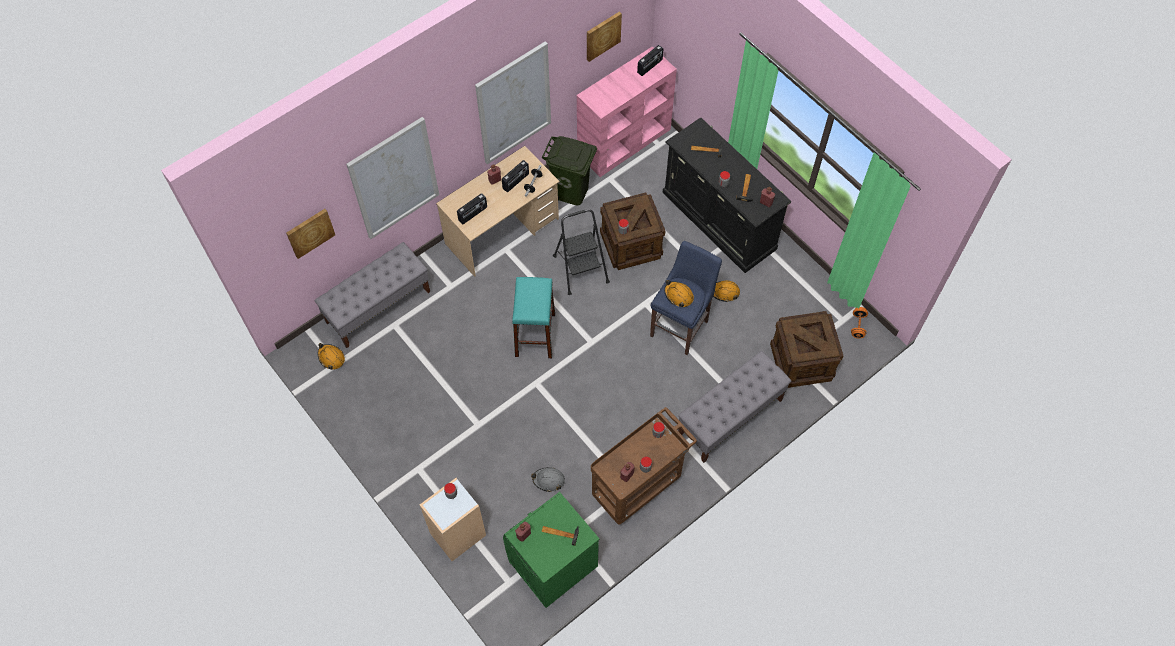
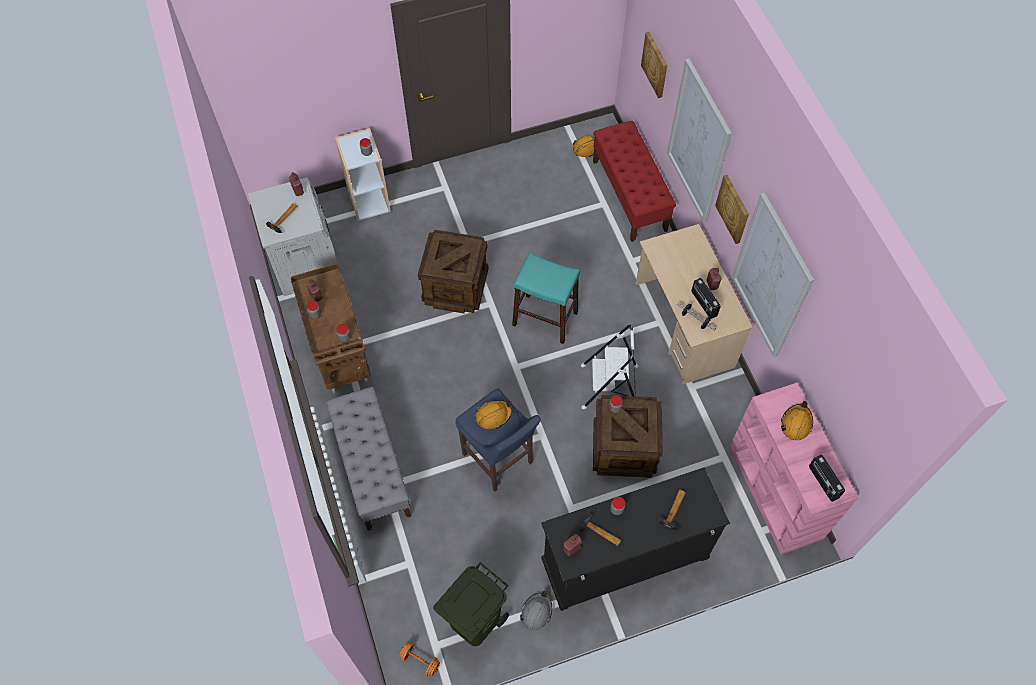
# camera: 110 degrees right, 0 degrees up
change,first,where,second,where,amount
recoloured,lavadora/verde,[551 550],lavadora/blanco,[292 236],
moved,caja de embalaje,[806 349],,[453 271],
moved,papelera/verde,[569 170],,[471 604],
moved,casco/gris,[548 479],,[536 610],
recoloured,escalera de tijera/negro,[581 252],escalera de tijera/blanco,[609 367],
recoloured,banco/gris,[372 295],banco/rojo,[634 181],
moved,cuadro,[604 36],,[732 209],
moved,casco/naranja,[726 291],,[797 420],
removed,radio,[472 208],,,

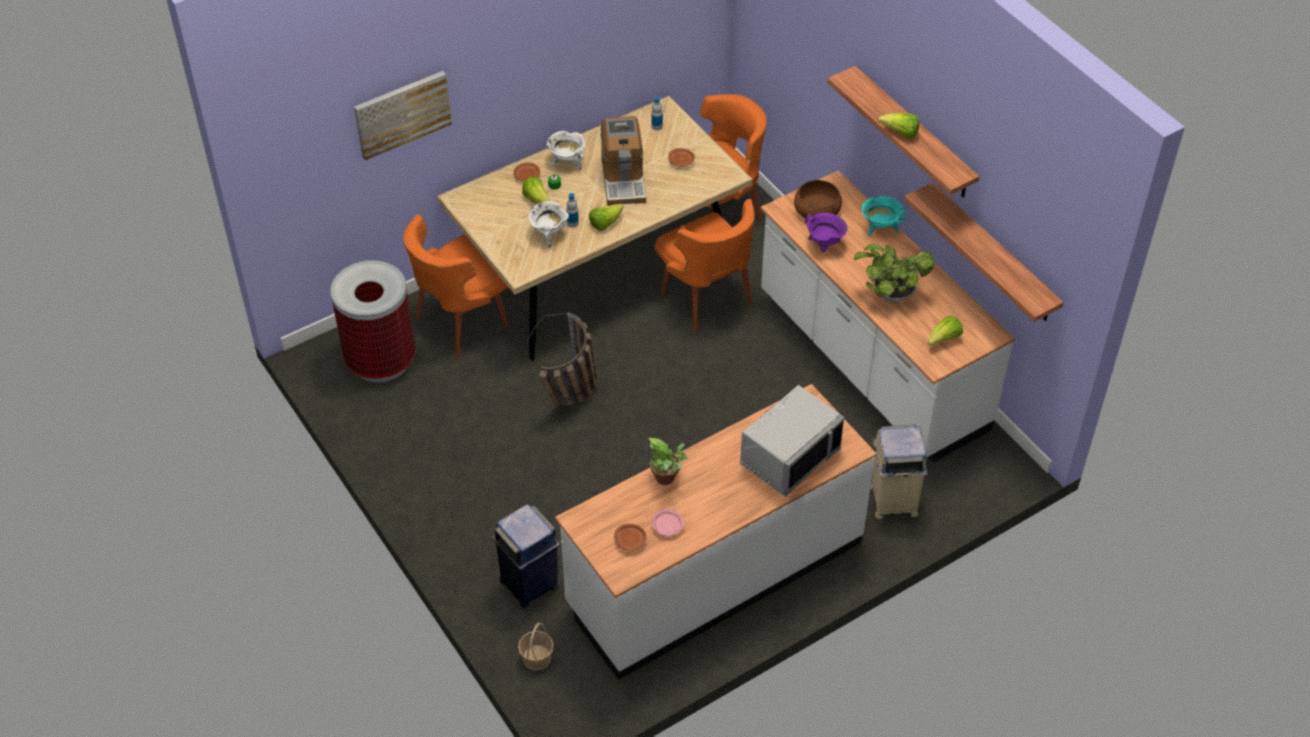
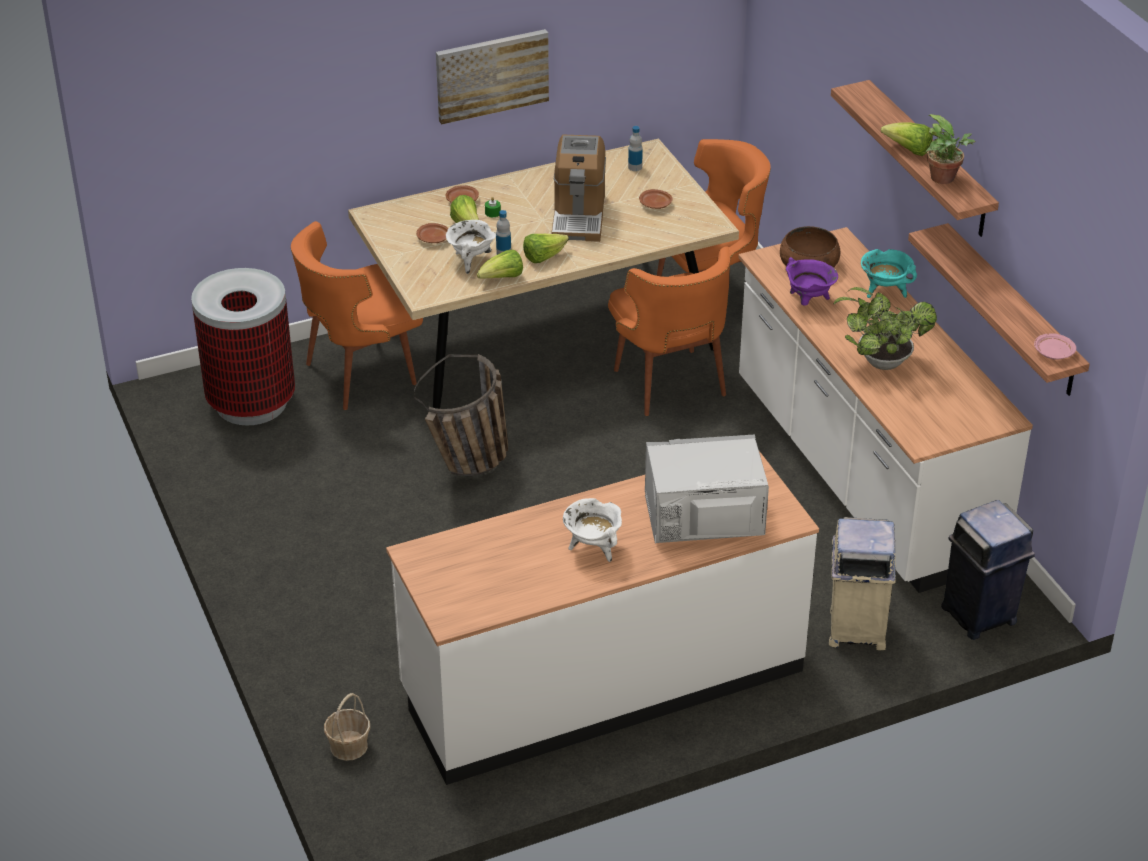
# camera: 10 degrees right, 10 degrees down
change,first,where,second,where,amount
moved,plato/marrón,[630 537],,[432 233],
moved,cuadro,[403 116],,[492 77],
moved,lechuga,[945 331],,[500 264],
moved,olla/blanco,[566 150],,[592 530],
turned,microondas/gris,[792 441],,[707 489],150 degrees counterclockwise
moved,planta en maceta,[667 461],,[950 149],
moved,papelera/azul,[526 556],,[988 570],
moved,plato/rosa,[667 522],,[1055 346],

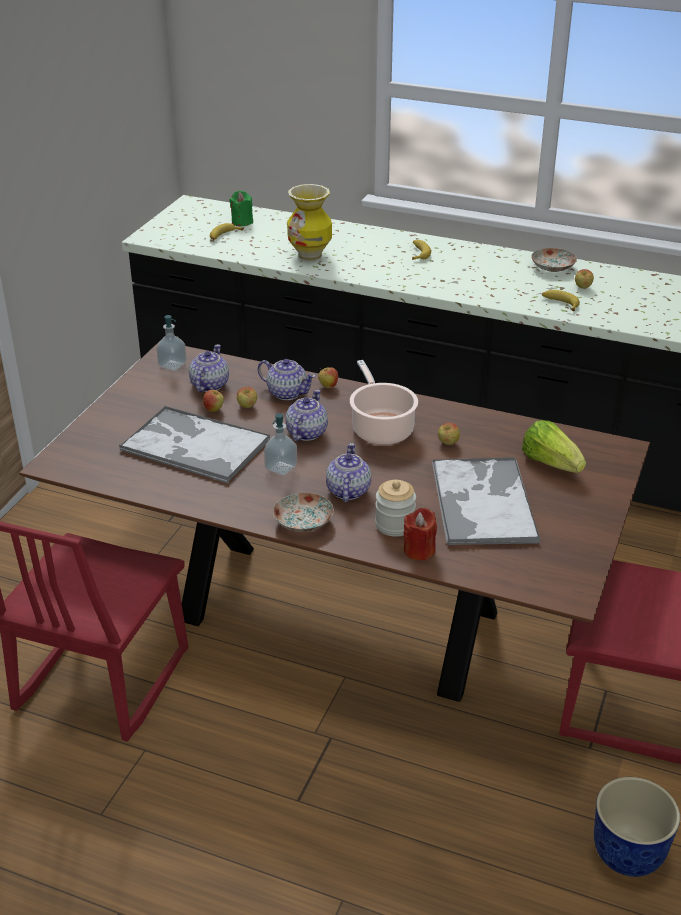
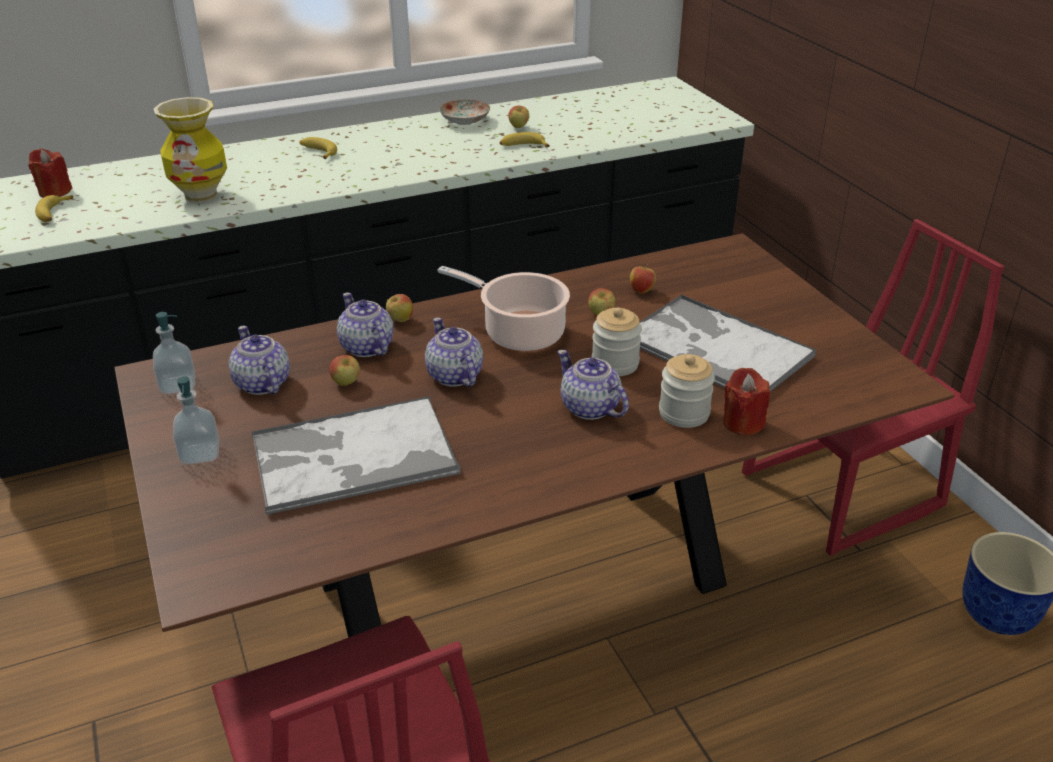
# camera: 45 degrees left, 0 degrees up
change,first,where,second,where,amount
recoloured,vela/verde,[241 208],vela/rojo,[50 173],
moved,dispensador de jabón,[280 444],,[196 420],
turned,tetera,[287 379],,[365 325],105 degrees counterclockwise
added,,,tarro,[617 341],
moved,manzana,[213 401],,[643 279],
removed,plato,[303 512],,,
removed,lechuga,[554 446],,,

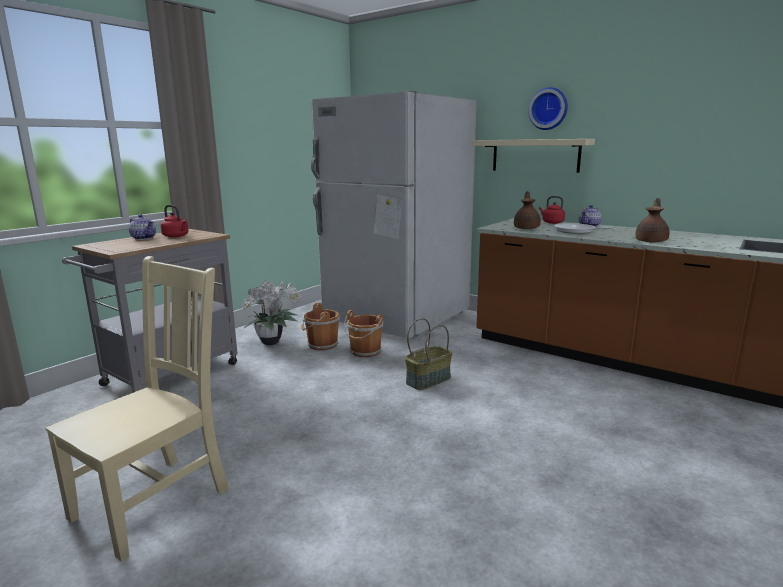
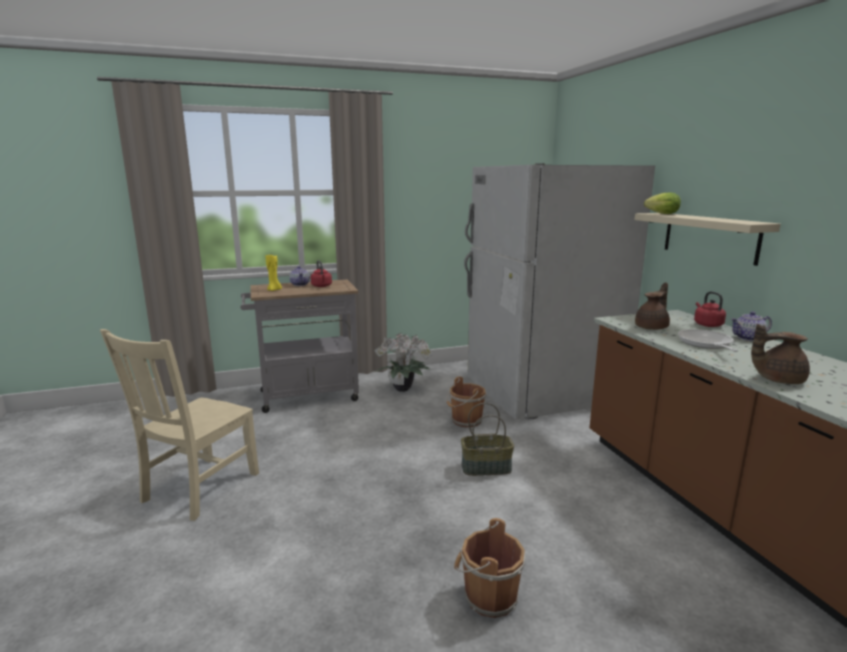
# camera: 35 degrees right, 0 degrees up
change,first,where,second,where,amount
turned,silla/beis,[137 409],,[179 425],135 degrees clockwise
added,,,vela/amarillo,[274 273],
moved,cubo/marrón,[320 326],,[489 568],
added,,,lechuga,[662 203],
turned,tetera/marrón,[652 220],,[780 354],150 degrees counterclockwise
removed,reloj de pared,[548 108],,,

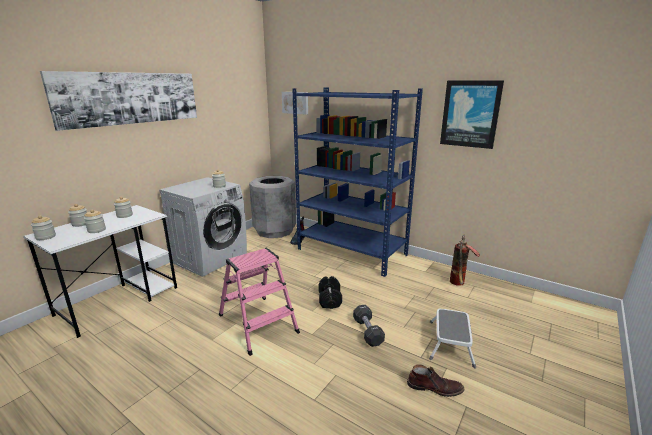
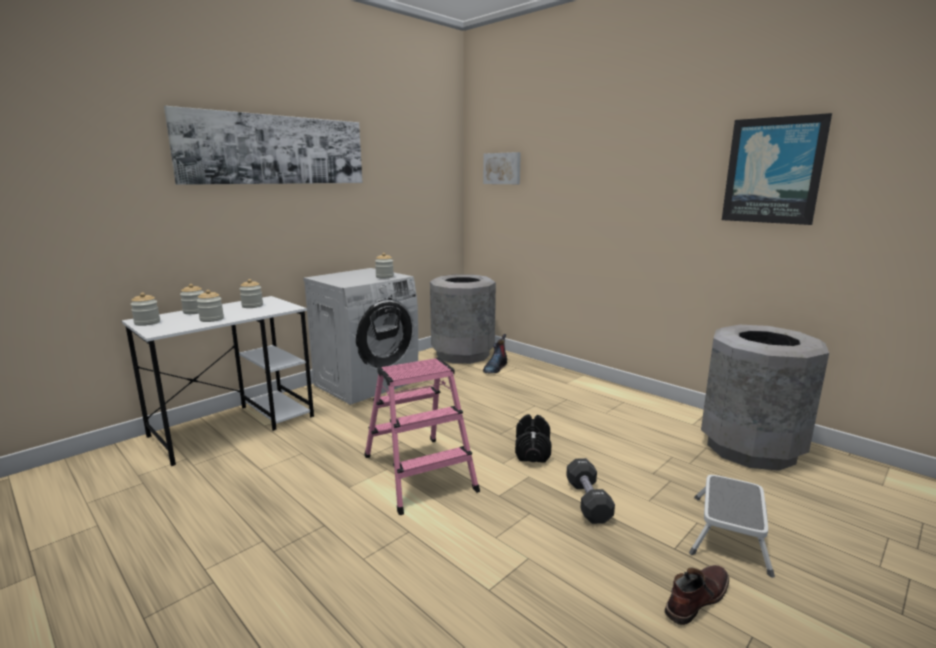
# camera: 10 degrees right, 5 degrees down
change,first,where,second,where,amount
turned,bota/marrón,[436 380],,[697 595],60 degrees counterclockwise
replaced,extintor,[465 260],papelera/gris,[765 398],
removed,estantería/azul,[357 182],,,

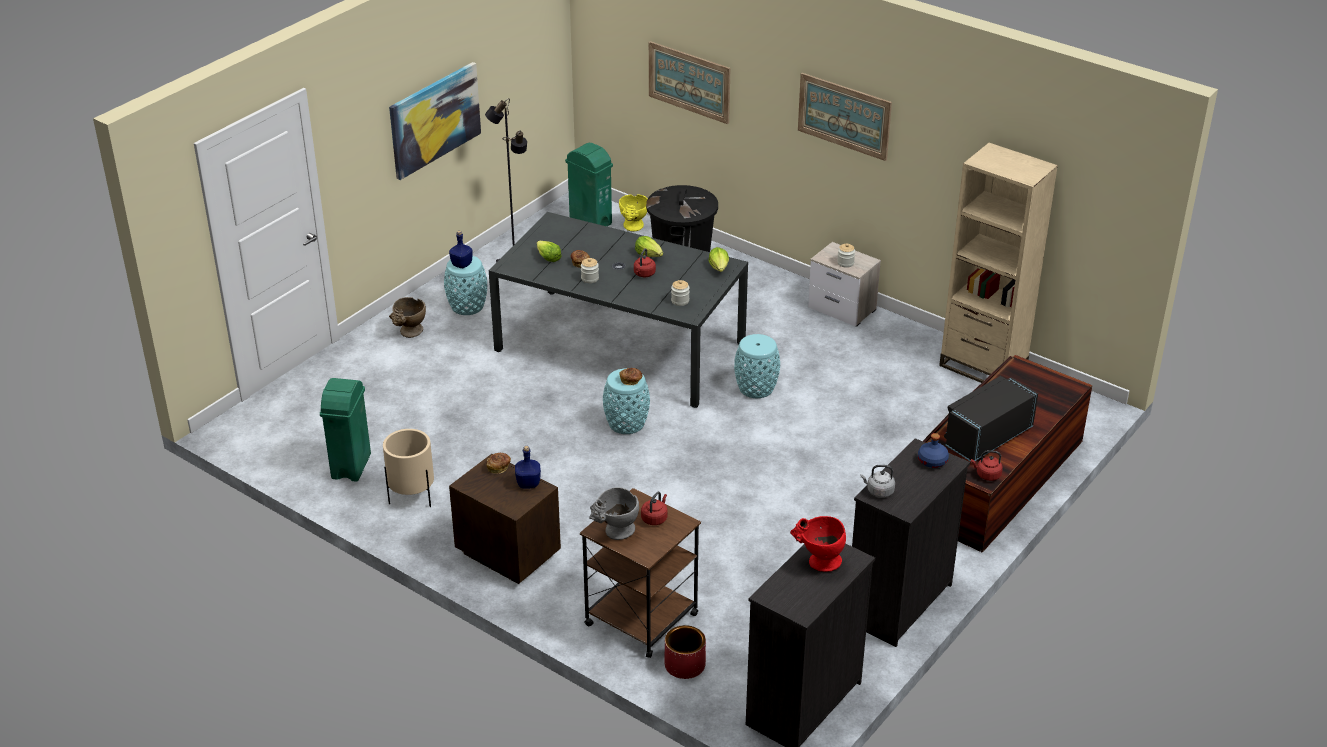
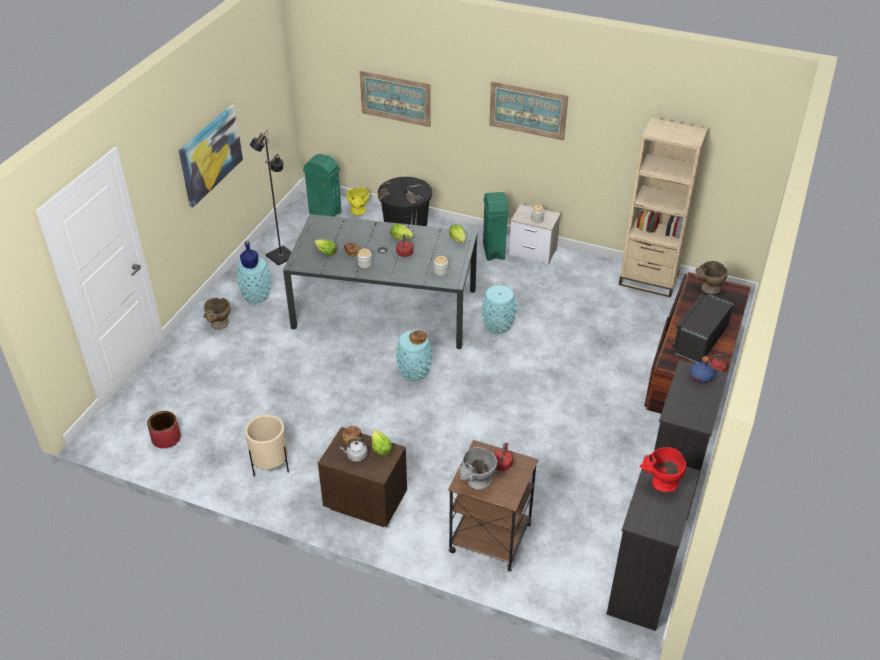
# camera: 15 degrees left, 5 degrees up
change,first,where,second,where,amount
moved,maceta/rojo,[685 652],,[164 429],
moved,hervidor/gris,[878 481],,[354 449],
replaced,botella/azul,[528 467],lechuga,[382 443],
moved,papelera/verde,[345 430],,[496 226],
added,,,florero/beis,[711 277],

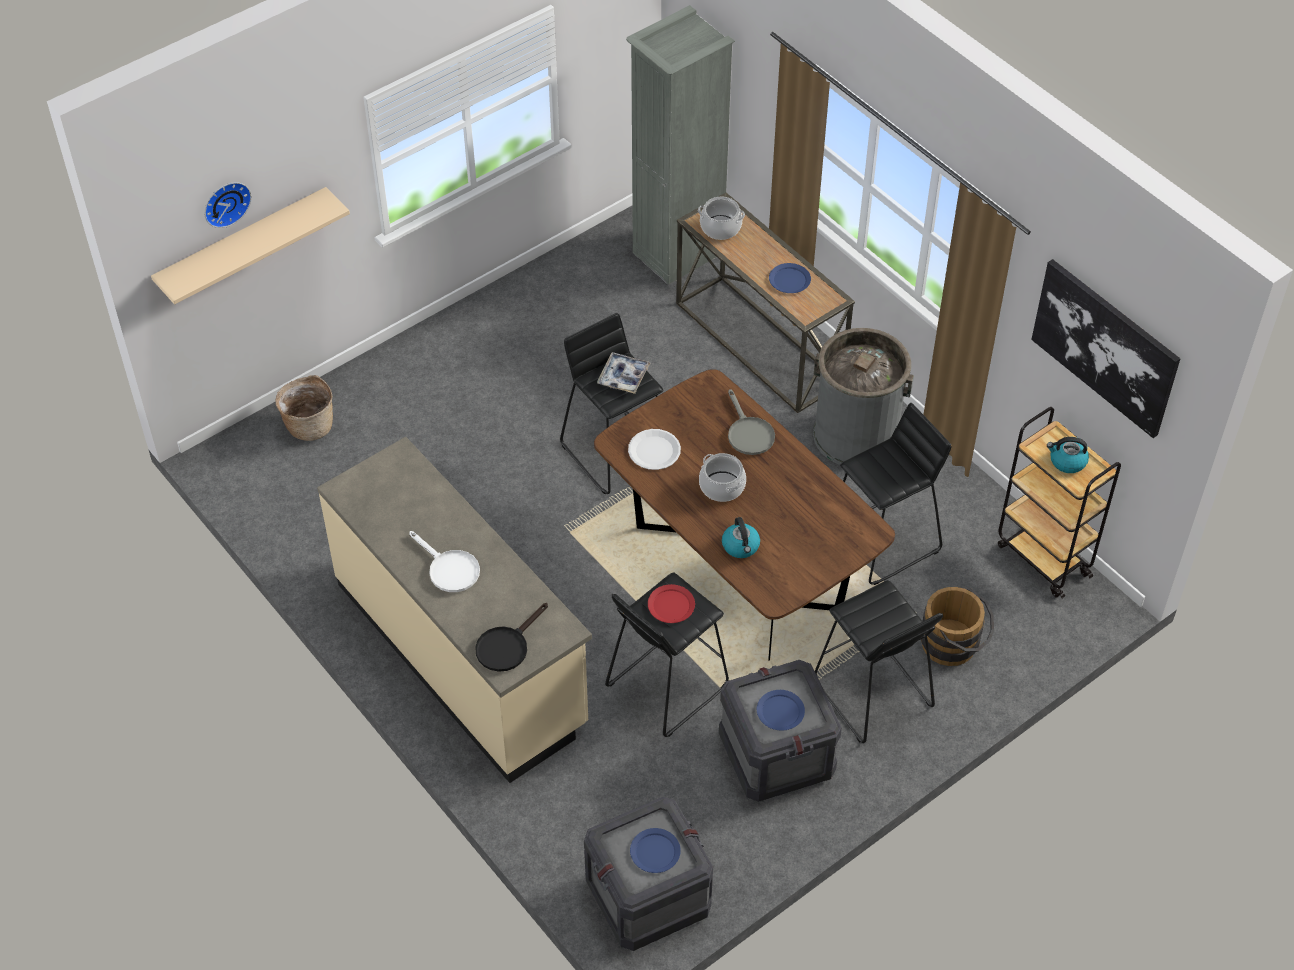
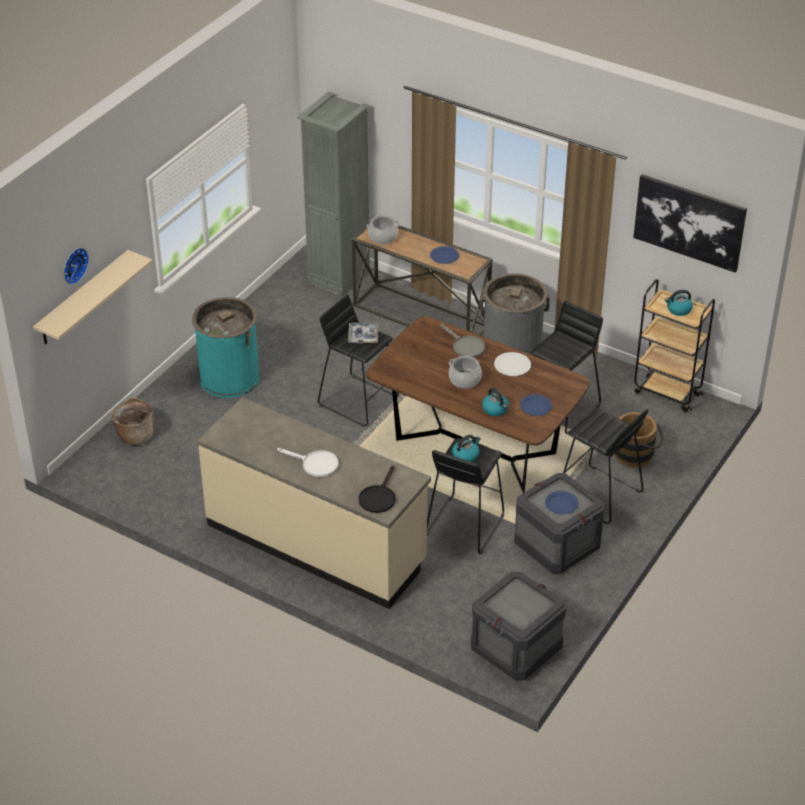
# camera: 20 degrees left, 10 degrees down
change,first,where,second,where,amount
added,,,papelera/turquesa,[226 347],
replaced,plato/rojo,[671 603],hervidor,[466 448],
moved,plato/blanco,[654 449],,[512 364],
moved,plato/azul,[655 850],,[536 405],

